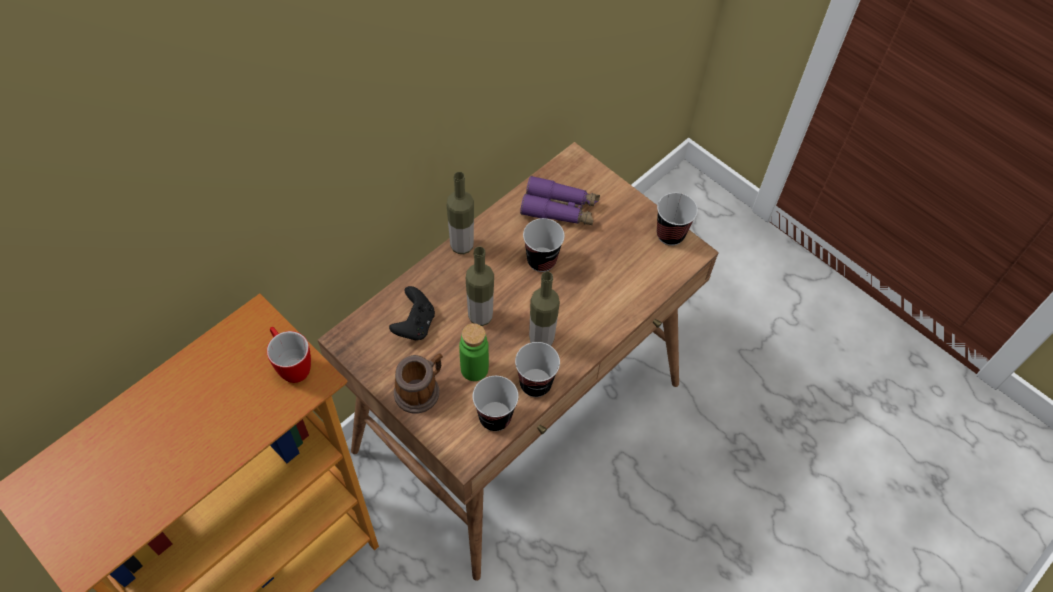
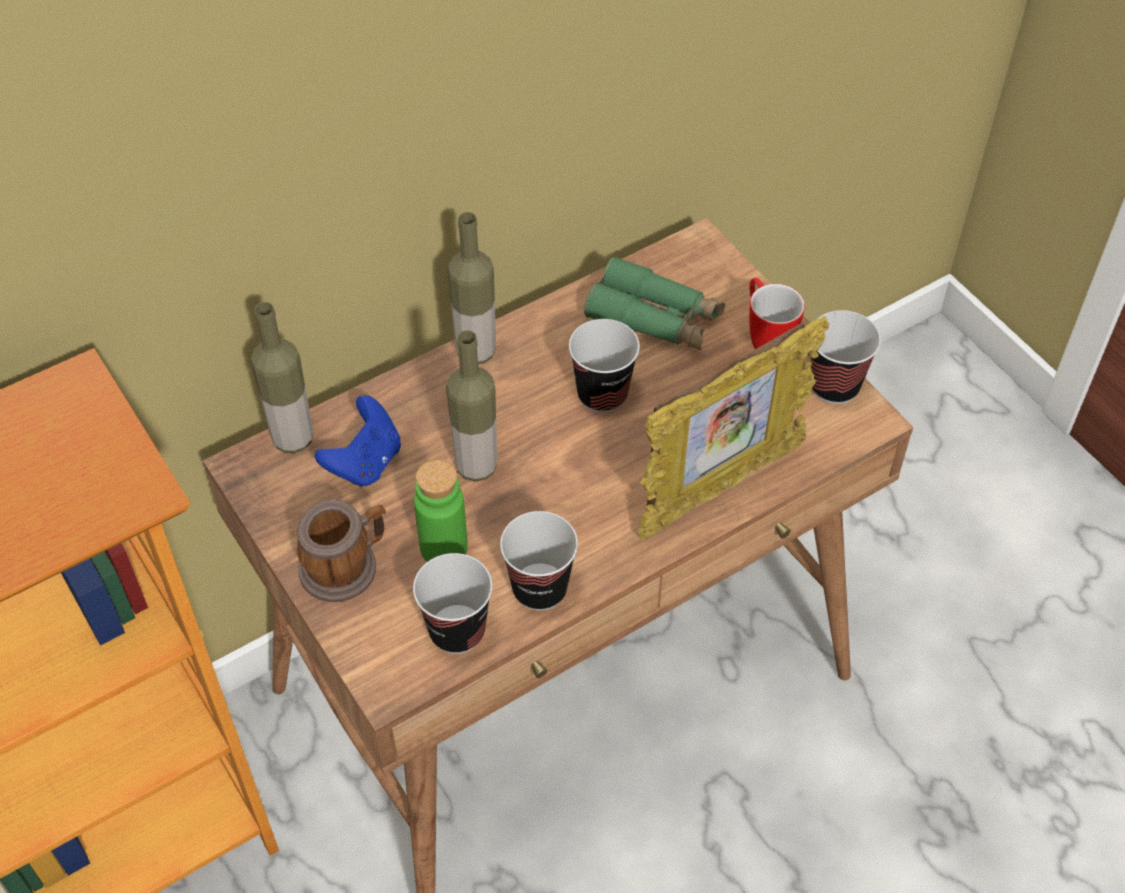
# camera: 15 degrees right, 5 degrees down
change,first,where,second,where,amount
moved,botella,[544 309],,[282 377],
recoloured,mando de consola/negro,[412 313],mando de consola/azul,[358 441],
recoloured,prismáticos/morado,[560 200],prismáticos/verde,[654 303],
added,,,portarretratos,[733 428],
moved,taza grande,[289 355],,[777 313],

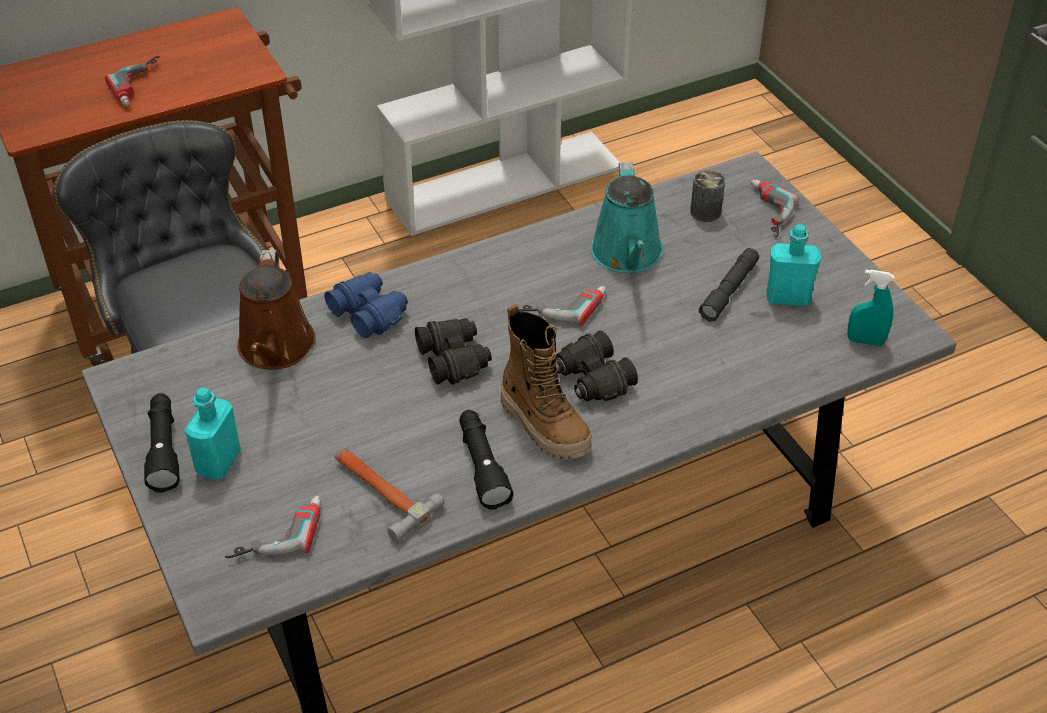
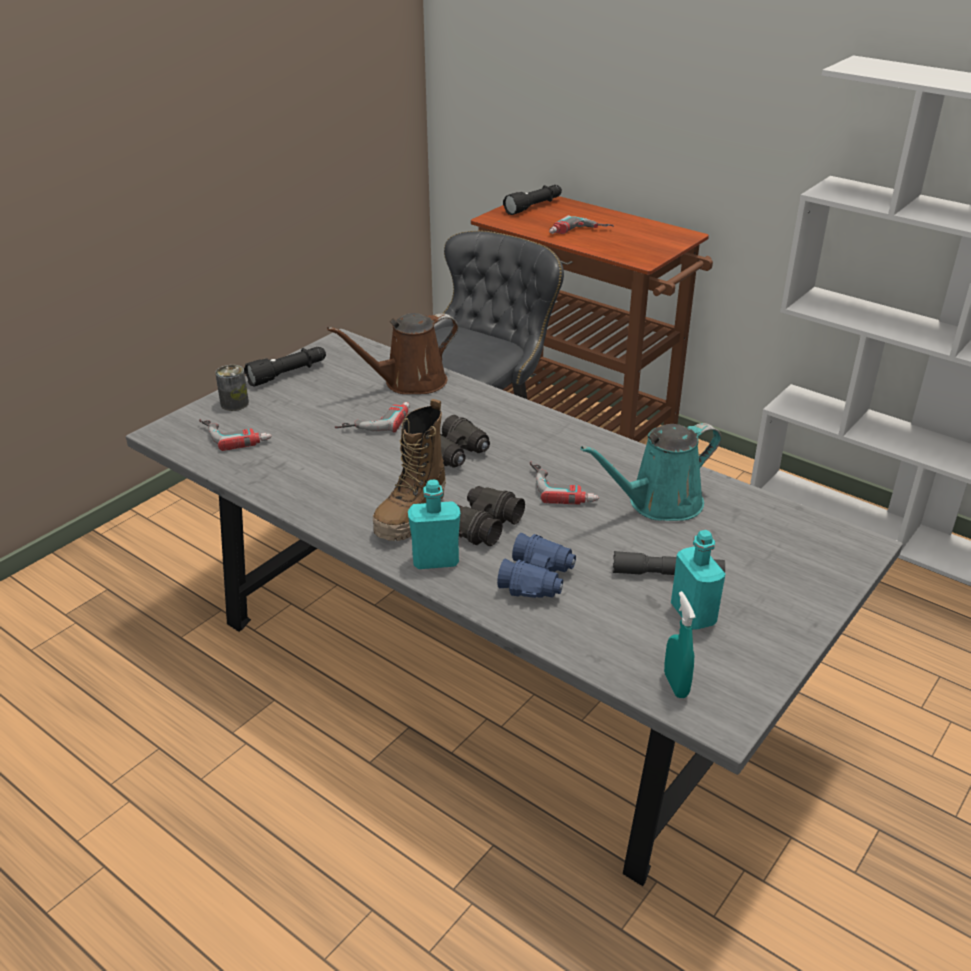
# camera: 65 degrees right, 10 degrees down
change,first,where,second,where,amount
moved,lata,[707 196],,[232 388],
moved,taladro,[774 208],,[372 417],
moved,botella/turquesa,[212 433],,[434 524],
moved,prismáticos/azul,[366 305],,[536 565],
moved,linterna/negro,[486 460],,[532 200],
removed,martillo,[389 495],,,

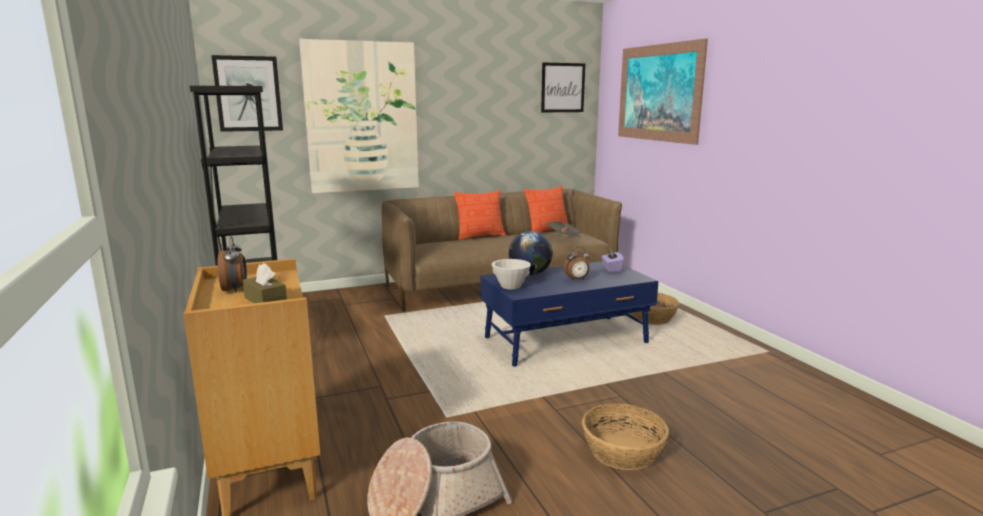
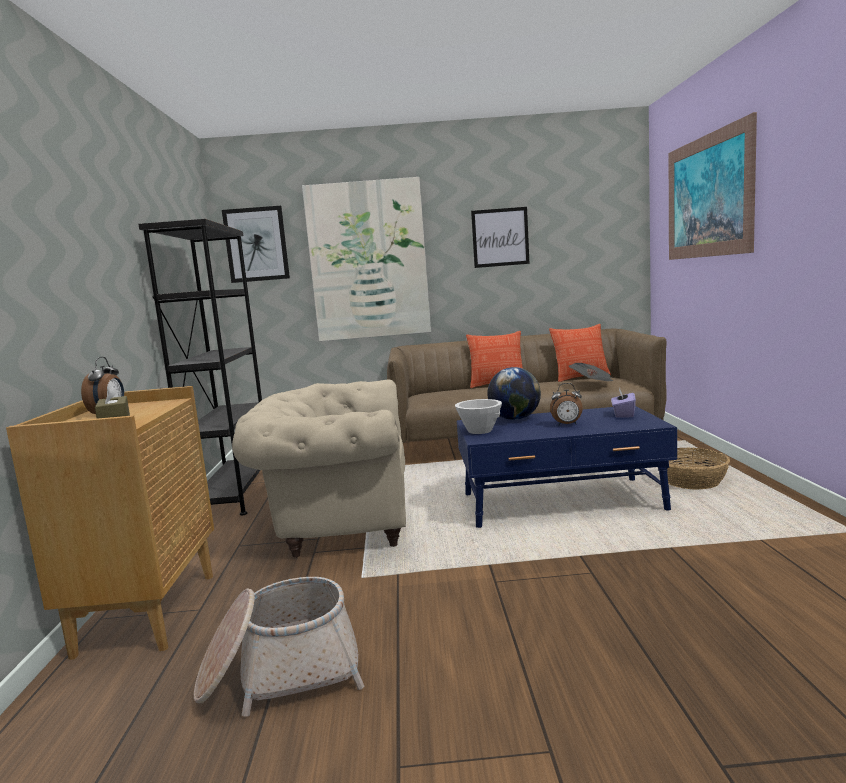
# camera: 20 degrees right, 5 degrees down
change,first,where,second,where,amount
added,,,sillón/beis,[319 469],
moved,cuadro,[563 87],,[500 237],
removed,cesta,[625 436],,,

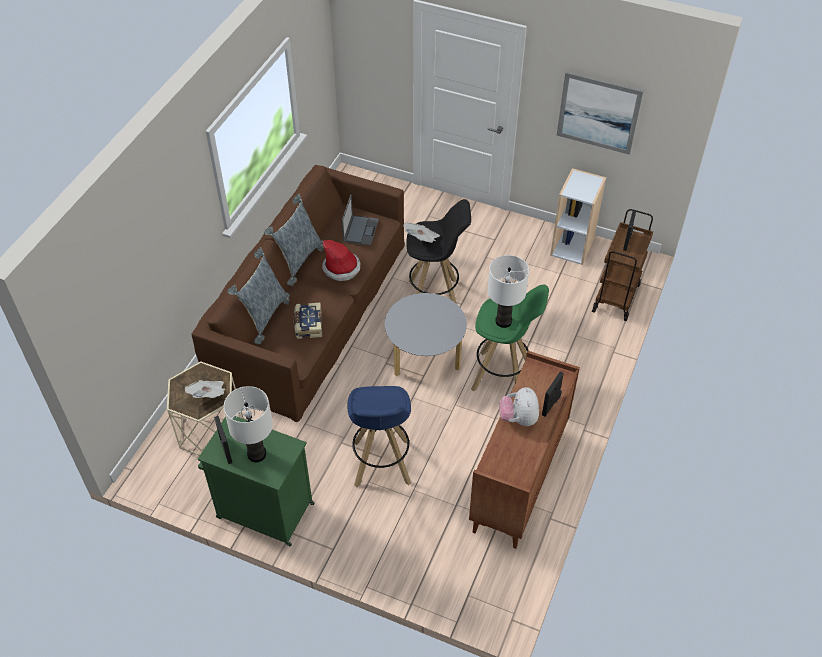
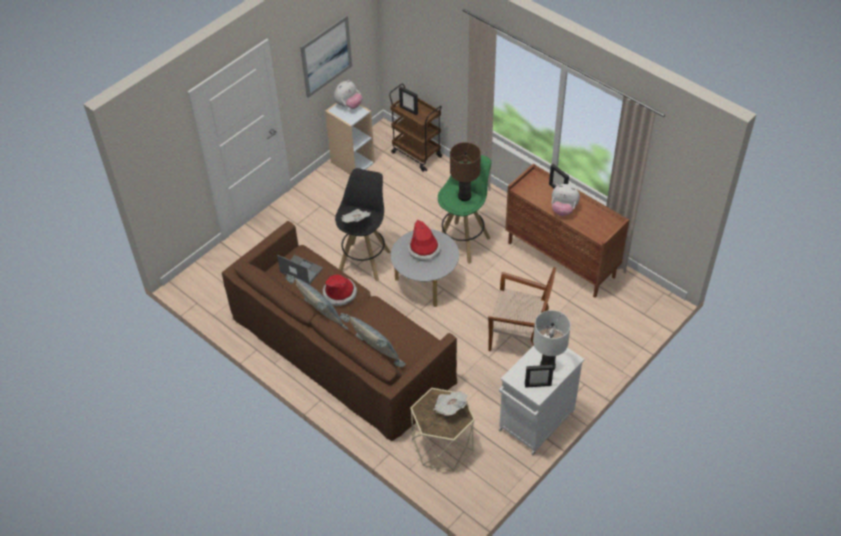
# camera: 70 degrees left, 0 degrees up
change,first,where,second,where,amount
added,,,peluche,[348 94],
added,,,sombrero,[424 240],
recoloured,lámpara de mesa/blanco,[508 291],lámpara de mesa/marrón,[465 171],
replaced,taburete/azul,[379 436],sillón/marrón,[522 309],
recoloured,armario/verde,[256 481],armario/blanco,[542 394],
removed,libro,[308 321],,,

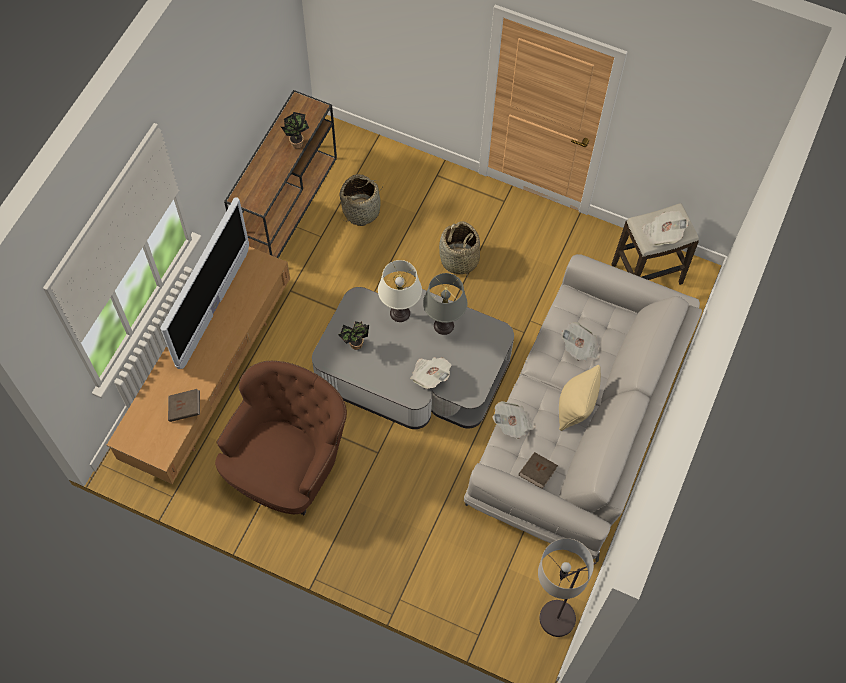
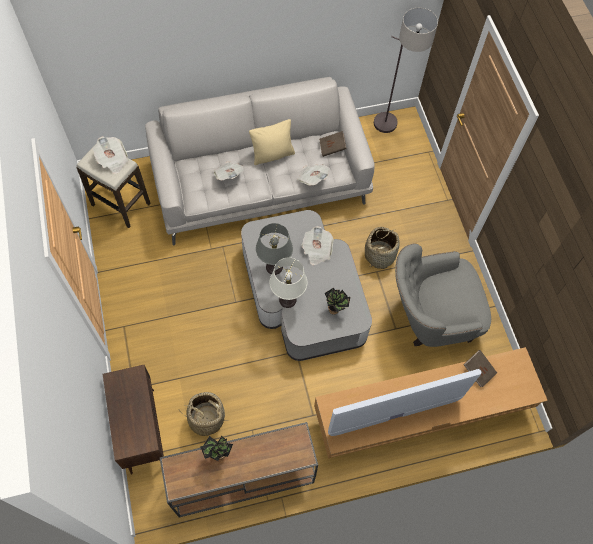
# camera: 130 degrees left, 0 degrees up
change,first,where,second,where,amount
added,,,armario/marrón,[133 419],
moved,cesta,[459 249],,[382 248],
recoloured,sillón/marrón,[281 438],sillón/gris,[443 295],

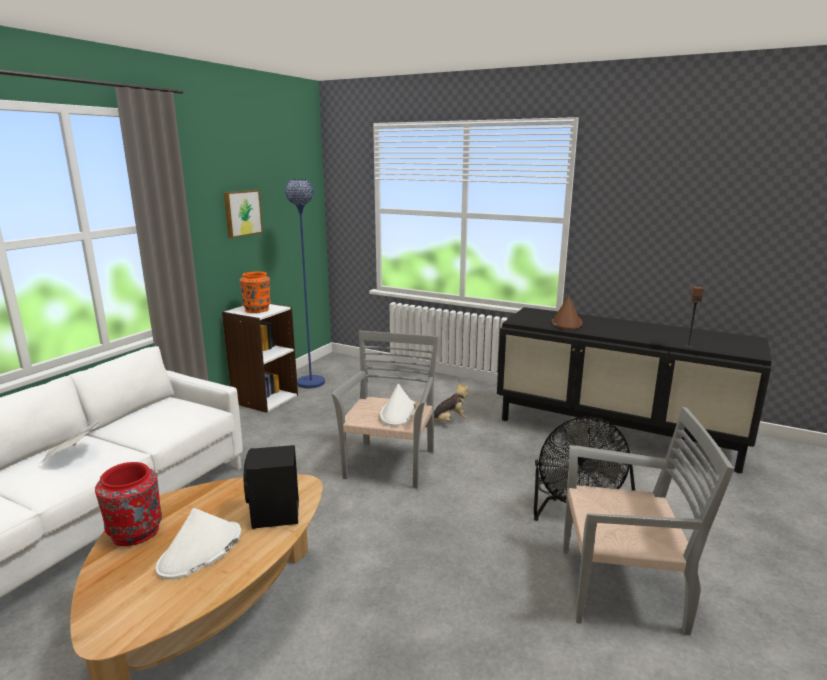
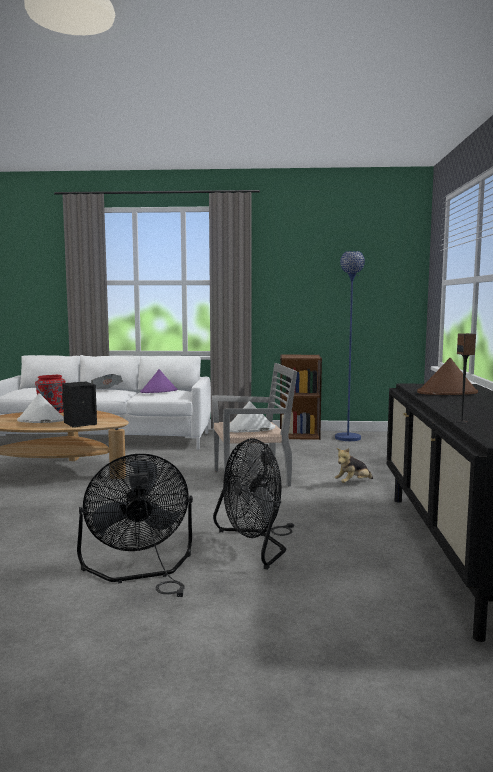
# camera: 65 degrees right, 10 degrees down
change,first,where,second,where,amount
replaced,sillón/gris,[648 521],ventilador/negro,[135 525],
added,,,sombrero/morado,[158 381],
recoloured,estantería/blanco,[260 358],estantería/marrón,[301 397],
turned,peluche,[447 405],,[353 465],105 degrees clockwise
removed,cuadro,[243 214],,,
removed,florero/naranja,[255 292],,,

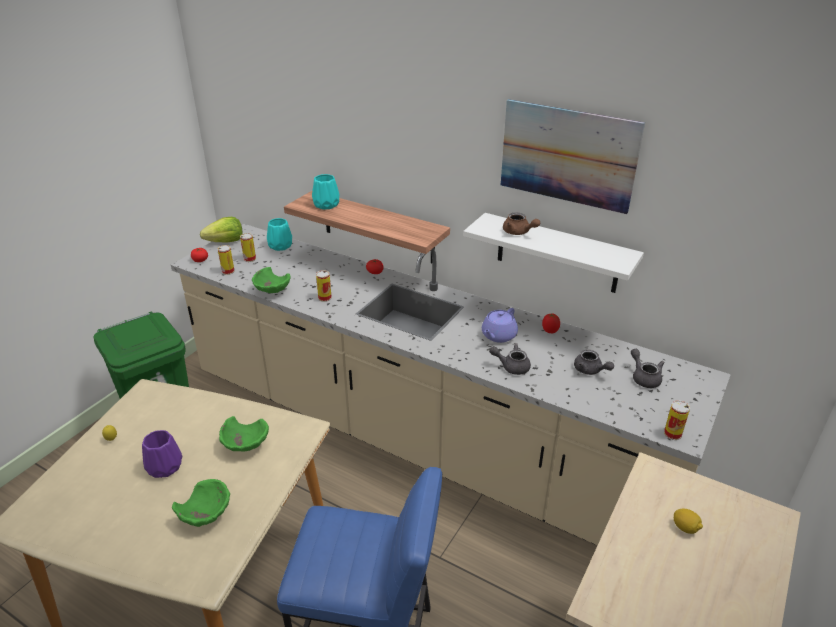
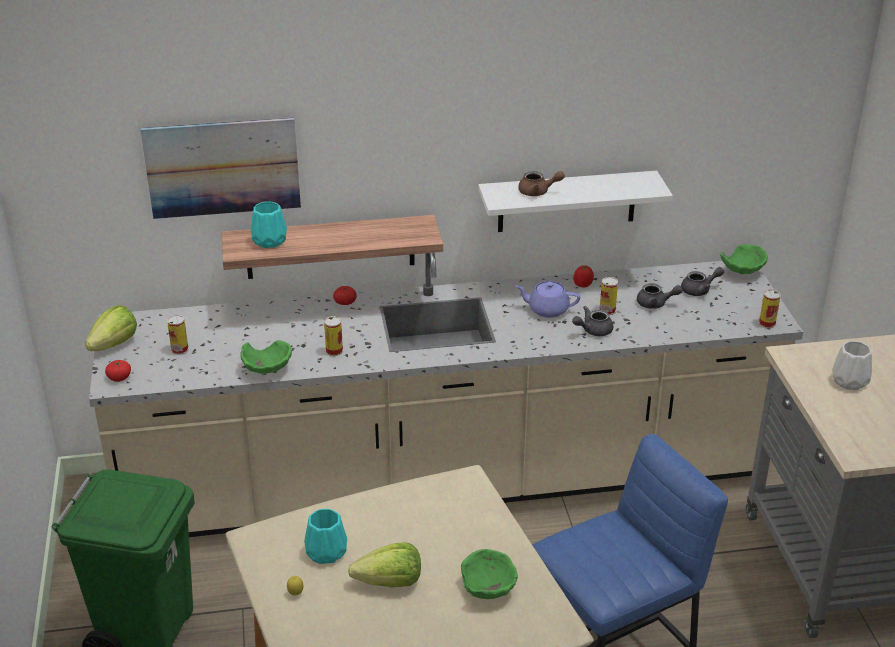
# camera: 40 degrees left, 0 degrees up
change,first,where,second,where,amount
moved,cuadro,[573 156],,[221 168],
moved,florero/turquesa,[279 234],,[325 536],
replaced,florero/morado,[162 454],lechuga,[384 564],
turned,tetera/morado,[500 325],,[547 299],105 degrees clockwise
moved,lata,[226 260],,[609 296],
turned,tetera/gris,[648 368],,[702 281],135 degrees clockwise
moved,cuenco/verde,[244 434],,[744 259],
replaced,limón,[688 521],florero/blanco,[852 365],

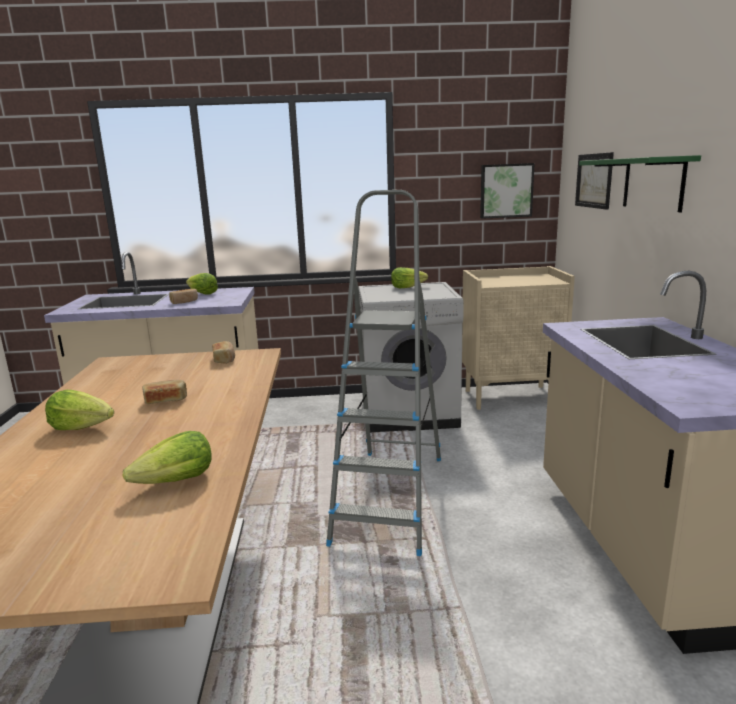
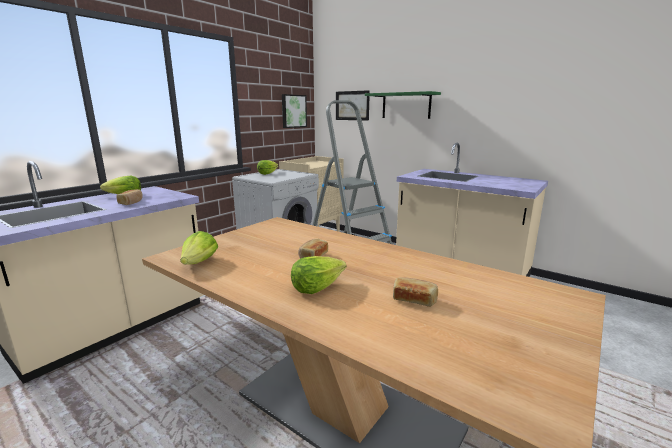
# camera: 50 degrees left, 0 degrees up
change,first,where,second,where,amount
moved,lechuga,[167 457],,[199 248],
moved,pan,[223 352],,[415 292],

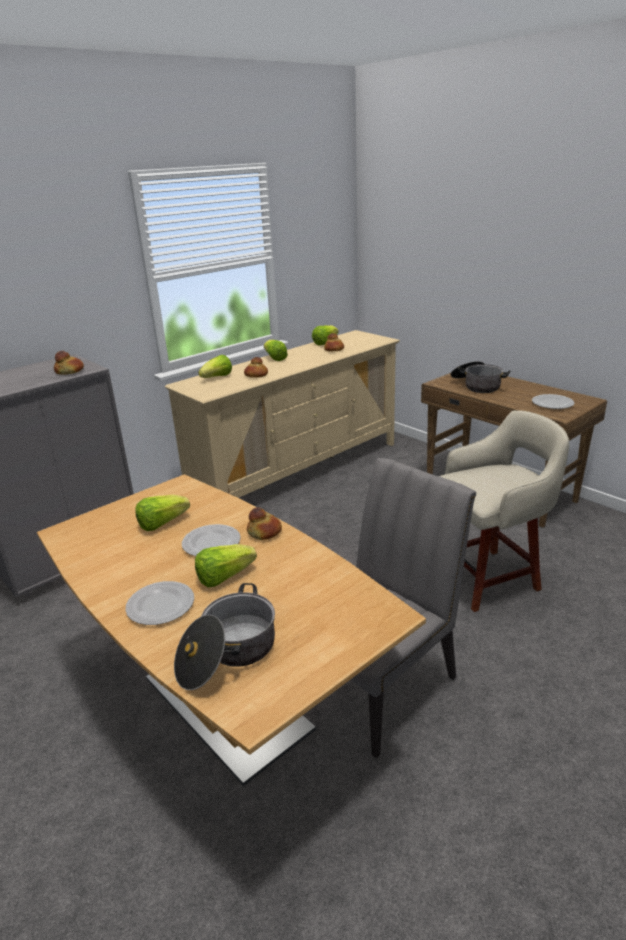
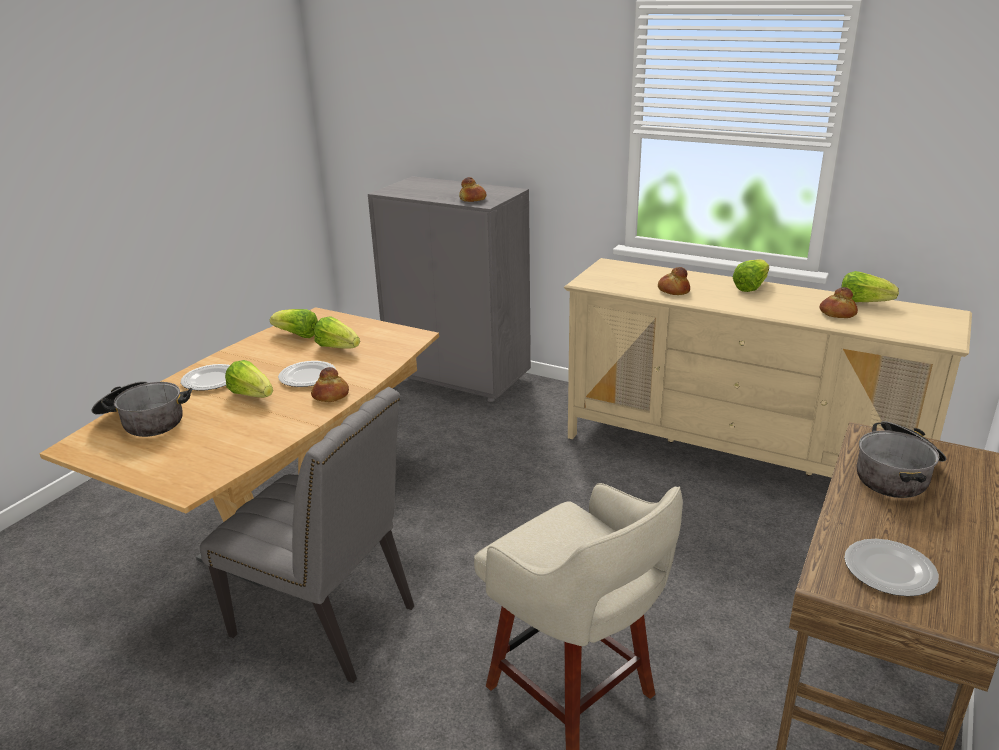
# camera: 70 degrees right, 0 degrees up
change,first,where,second,where,amount
moved,lechuga,[215 366],,[294 323],

